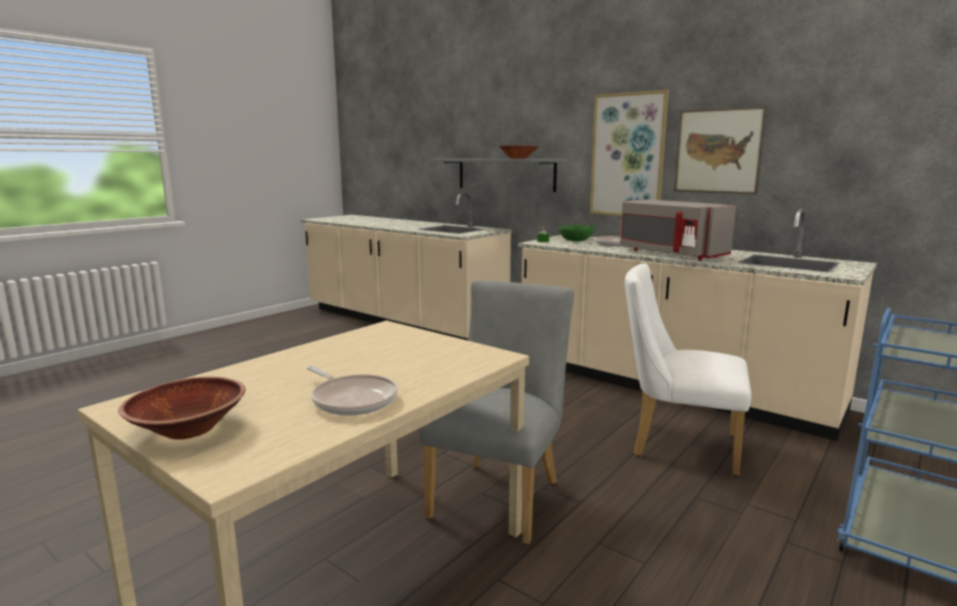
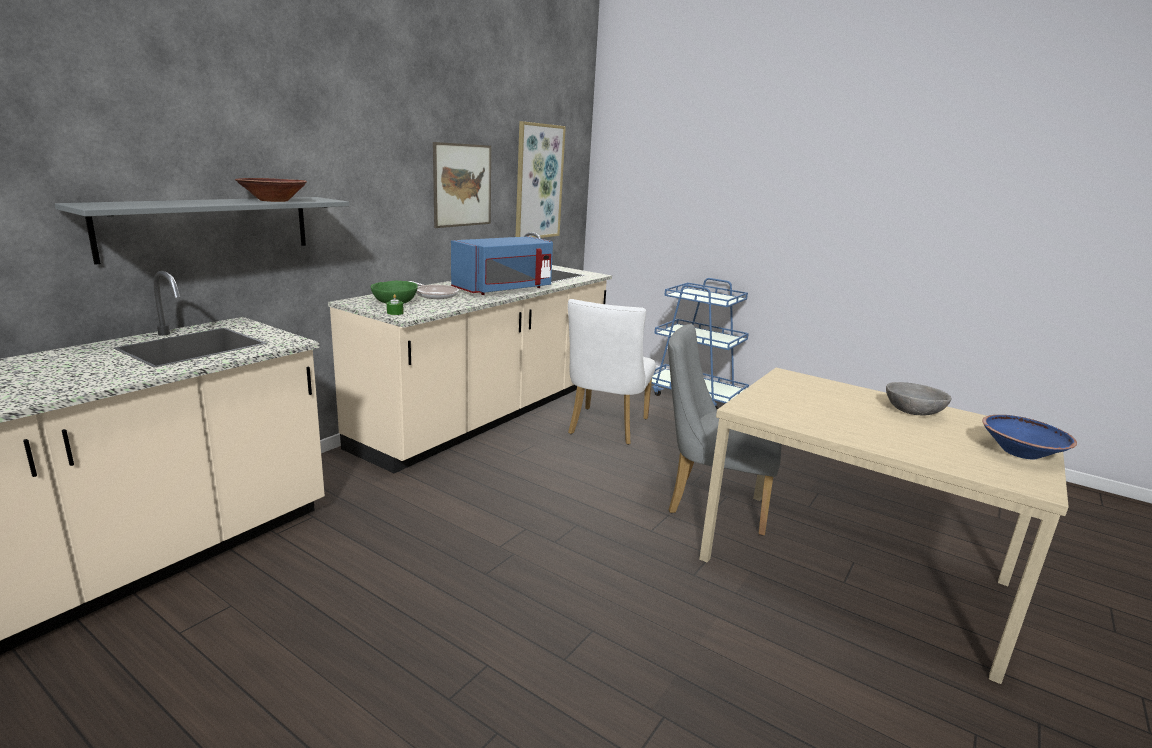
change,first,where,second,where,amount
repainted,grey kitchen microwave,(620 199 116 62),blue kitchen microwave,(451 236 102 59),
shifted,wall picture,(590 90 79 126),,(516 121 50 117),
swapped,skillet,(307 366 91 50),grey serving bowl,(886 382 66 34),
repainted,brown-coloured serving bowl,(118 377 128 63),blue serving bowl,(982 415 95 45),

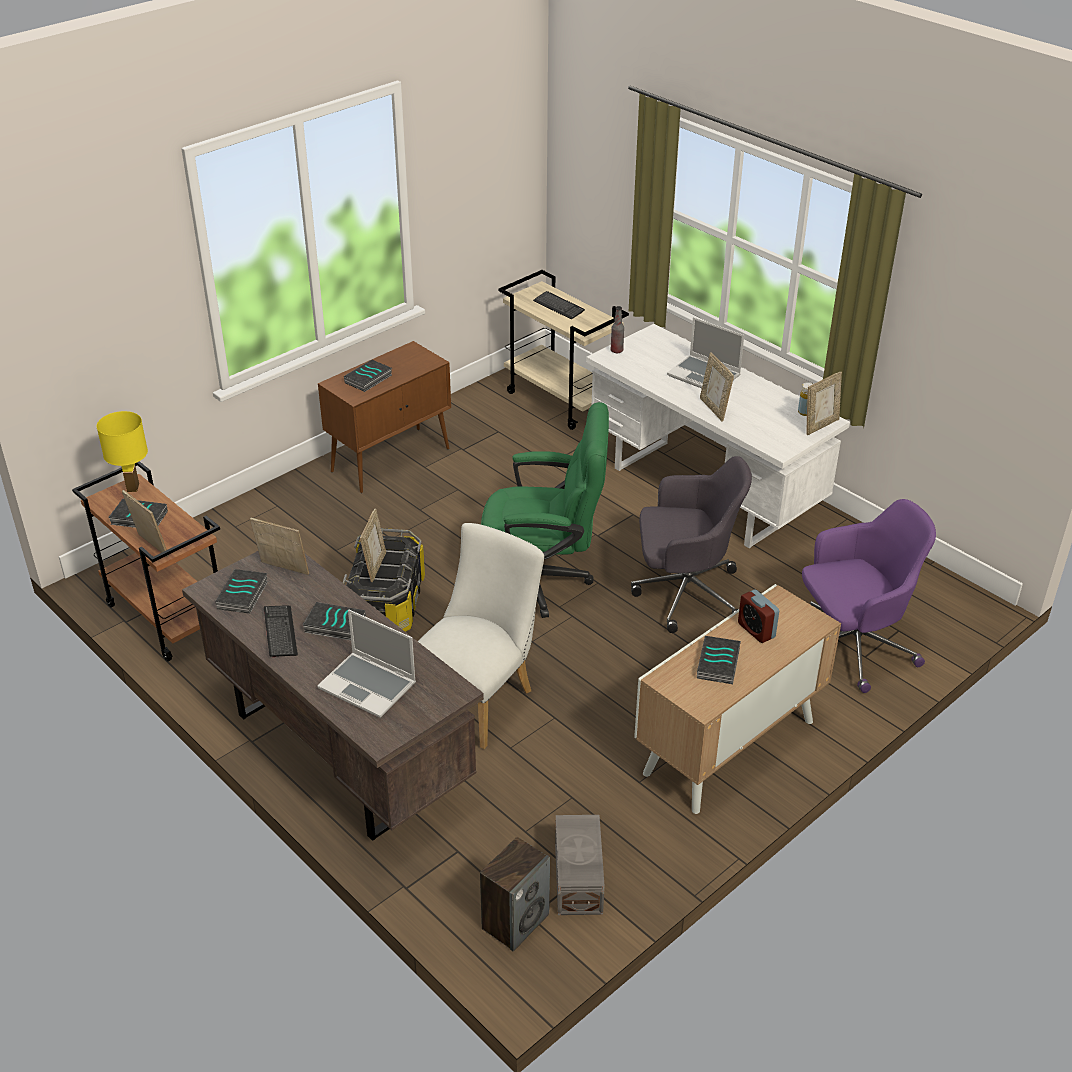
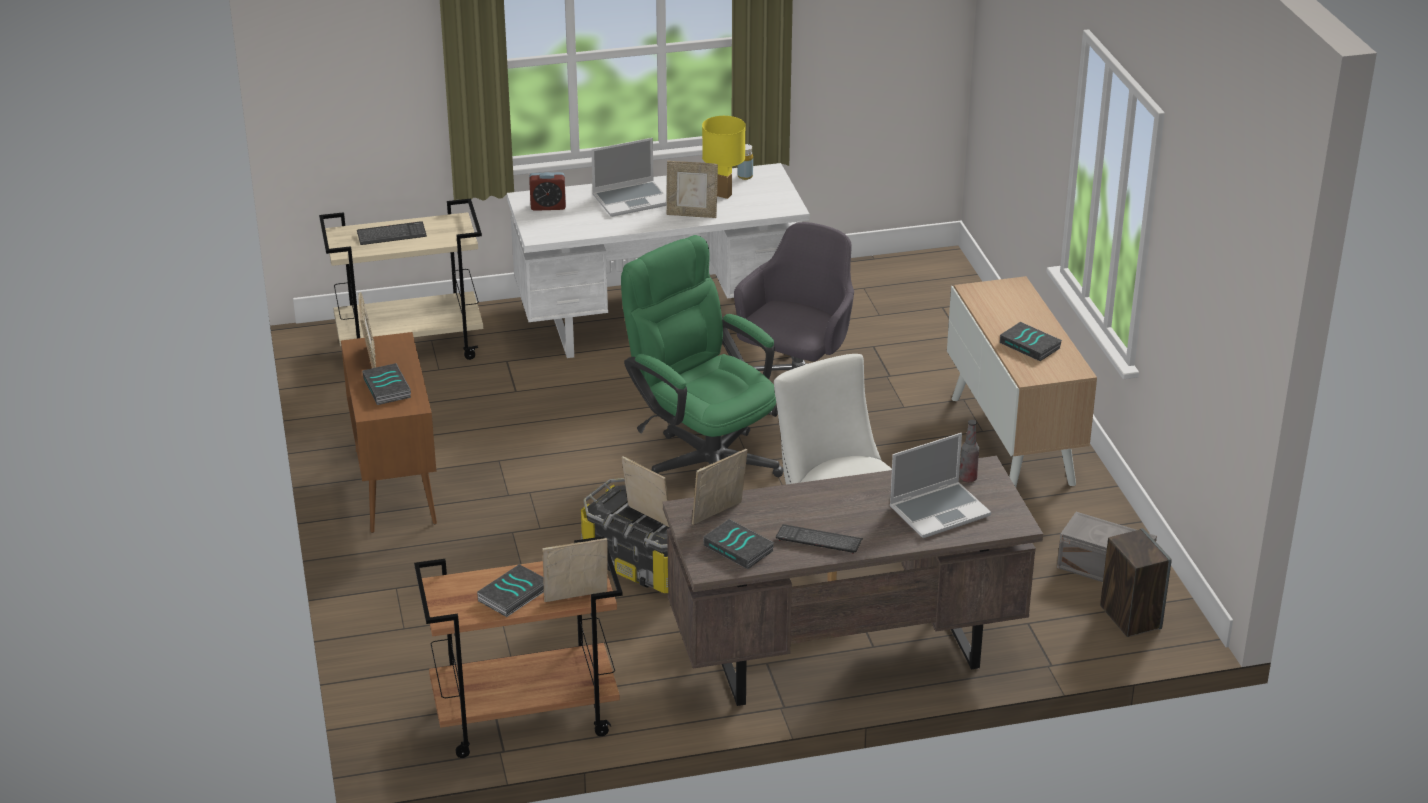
change,first,where,second,where,amount
shifted,standing frame,(806 372 36 63),,(358 292 18 76),
shifted,alarm clock,(738 589 41 54),,(529 172 37 39),
rotated,green-coloured desk chair,(481 402 128 216),,(621 235 163 242),75 degrees counterclockwise
shifted,yellowish tabletop lamp,(96 411 52 81),,(702 116 44 83),
shifted,bottle,(611 306 13 47),,(959 420 20 62),
gone,bound book,(302 602 64 38),,,
gone,purple-coloured desk chair,(802 499 134 194),,,

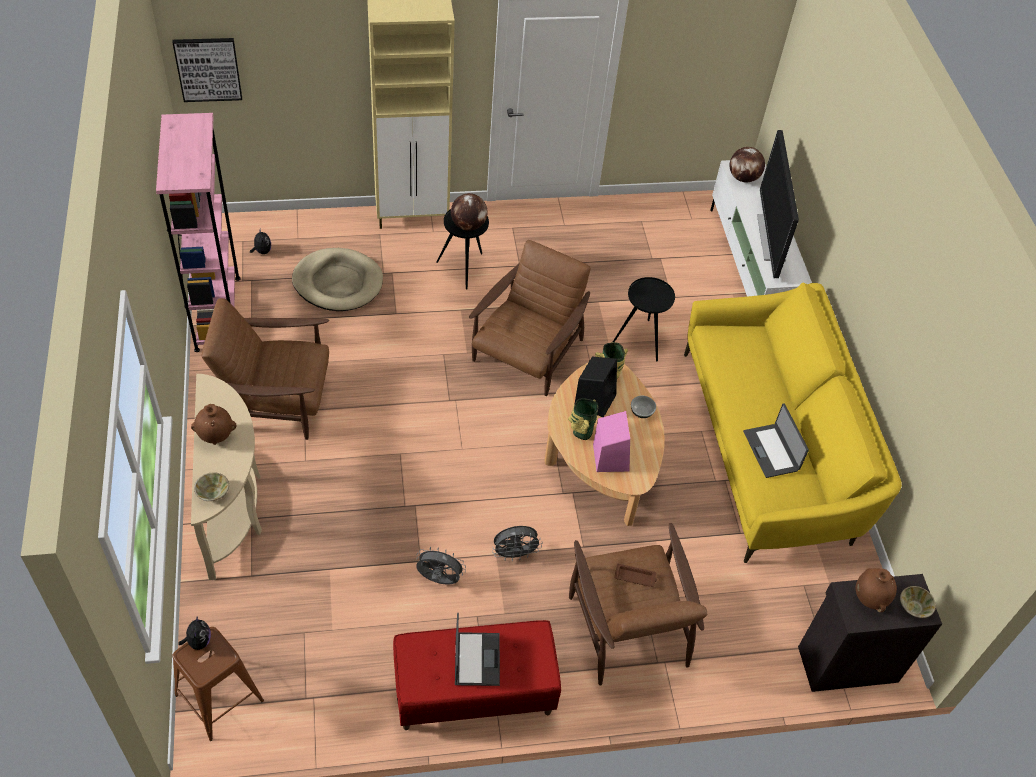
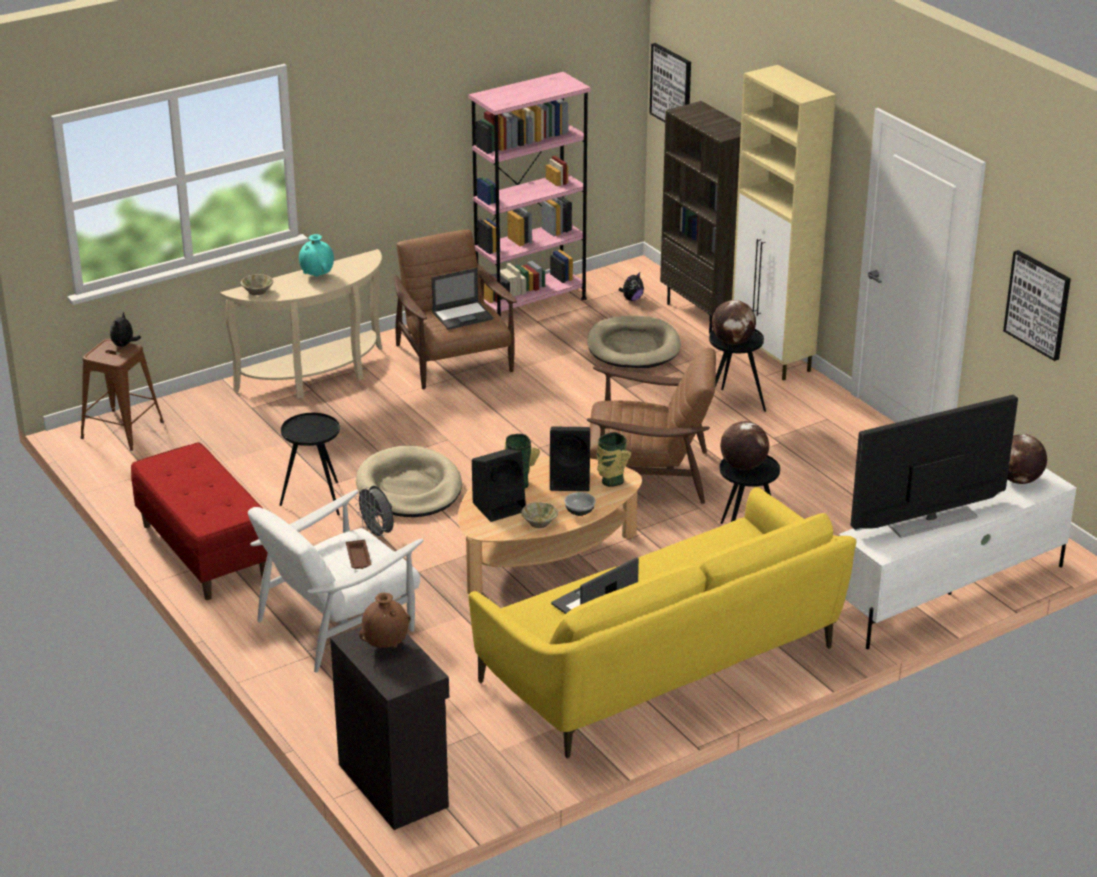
change,first,where,second,where,amount
rotated,soft toy,(178 615 33 35),,(110 312 31 35),135 degrees clockwise
repainted,brown-coloured lounge chair,(569 523 139 162),white lounge chair,(248 490 175 183),
swapped,grey cooling fan,(416 547 50 37),black-coloured end table,(280 413 60 103),
repainted,brown-coloured decorative vase,(191 404 45 41),turquoise decorative vase,(299 234 35 43),
new,,,beige-coloured pet bed,(356 446 106 71),
shifted,portable computer,(455 612 45 74),,(431 268 63 62),
repainted,pinkish speaker,(593 411 37 61),black-coloured speaker,(472 449 54 73),
shifted,beige-coloured serving bowl,(900 586 36 32),,(521 502 37 26),
new,,,brown-coloured shelving unit,(660 101 81 232),
new,,,globe,(720 421 49 49),
new,,,wall picture,(1003 250 68 111),

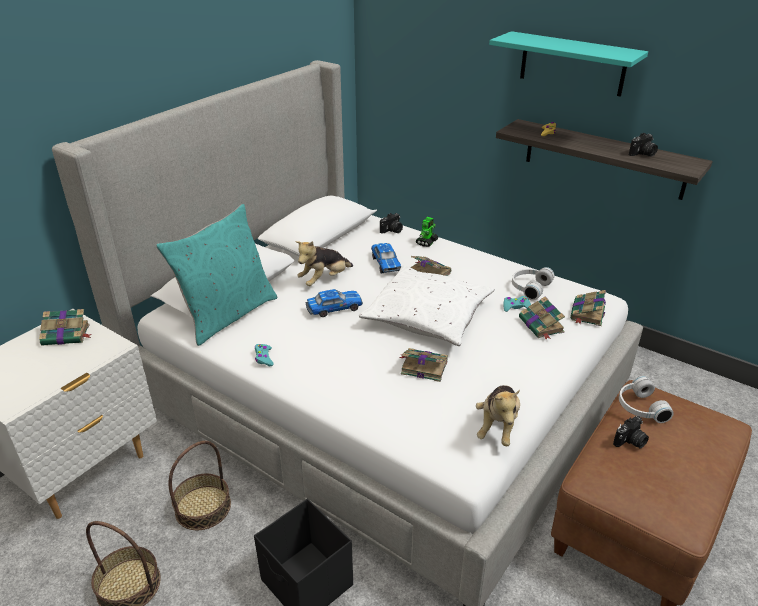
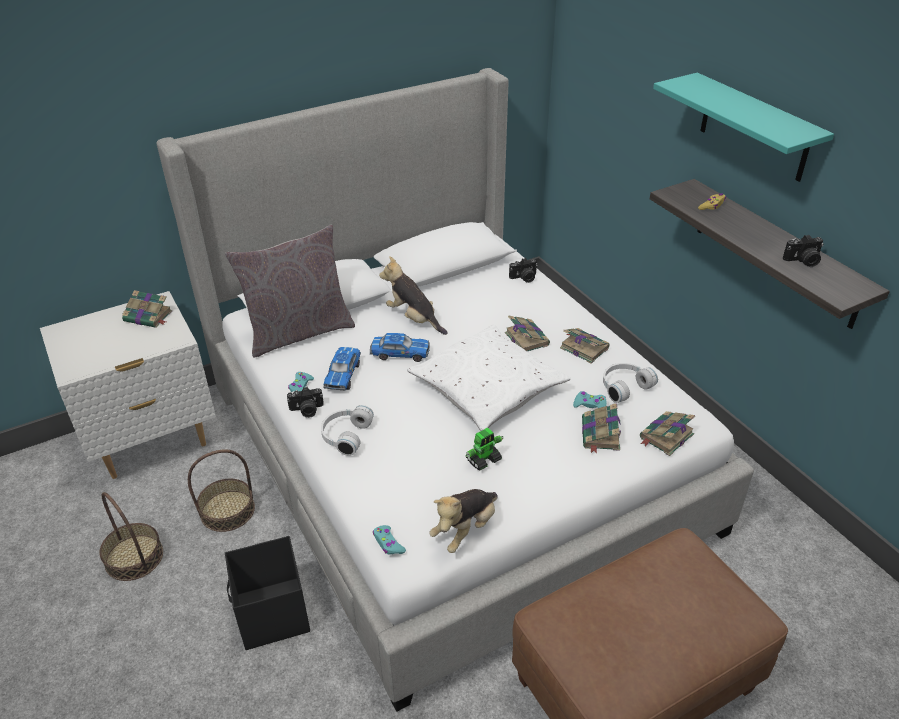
change,first,where,second,where,amount
repainted,turquoise cushion,(156 204 121 142),grey cushion,(225 225 130 133),
shifted,still camera,(613 416 36 33),,(287 387 37 31),
shifted,white headphones,(619 376 55 47),,(321 405 53 51),
shifted,toy car,(371 243 30 31),,(323 347 38 44),
new,,,turquoise joypad,(373 525 33 30),
rotated,soft toy,(295 241 58 45),,(379 256 68 79),60 degrees clockwise
shifted,toy robot,(416 217 22 30),,(465 428 39 42),
shifted,bound book,(399 348 49 34),,(560 328 50 36),

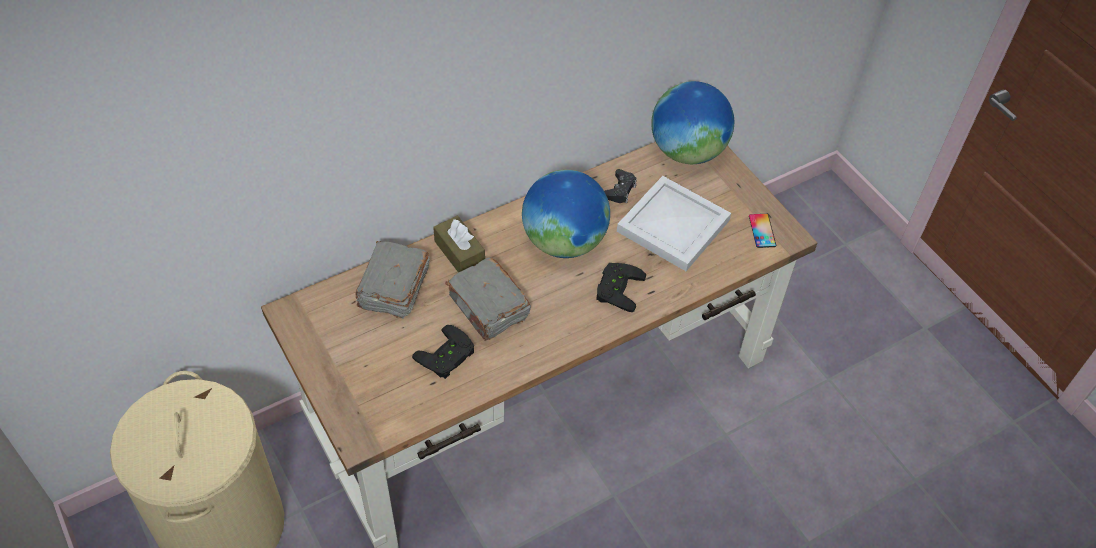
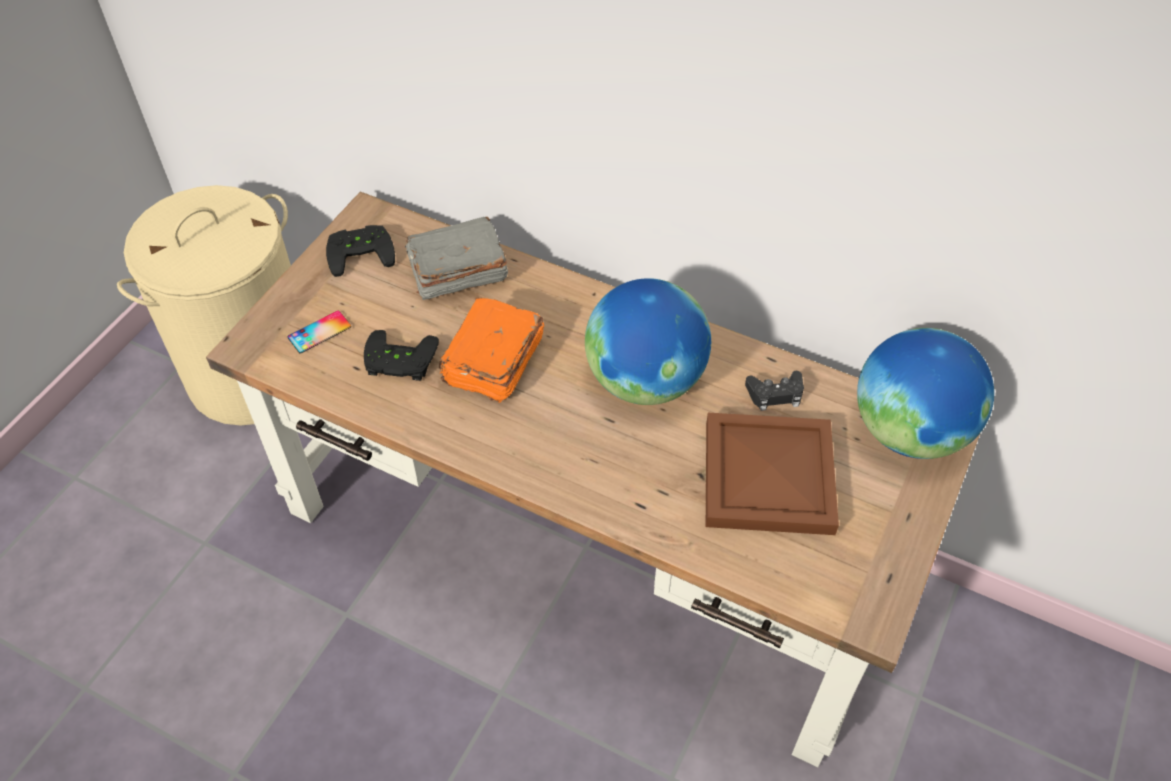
change,first,where,second,where,amount
shifted,handset,(749 214 27 34),,(287 310 64 43),
shifted,black-coloured joypad,(596 263 50 49),,(326 225 69 52),
repainted,grey bound book,(445 258 86 83),orangey bound book,(439 297 105 106),
repainted,white tray,(617 176 114 95),brown-coloured tray,(706 413 133 122),
gone,brown-coloured box of tissues,(433 216 52 56),,,

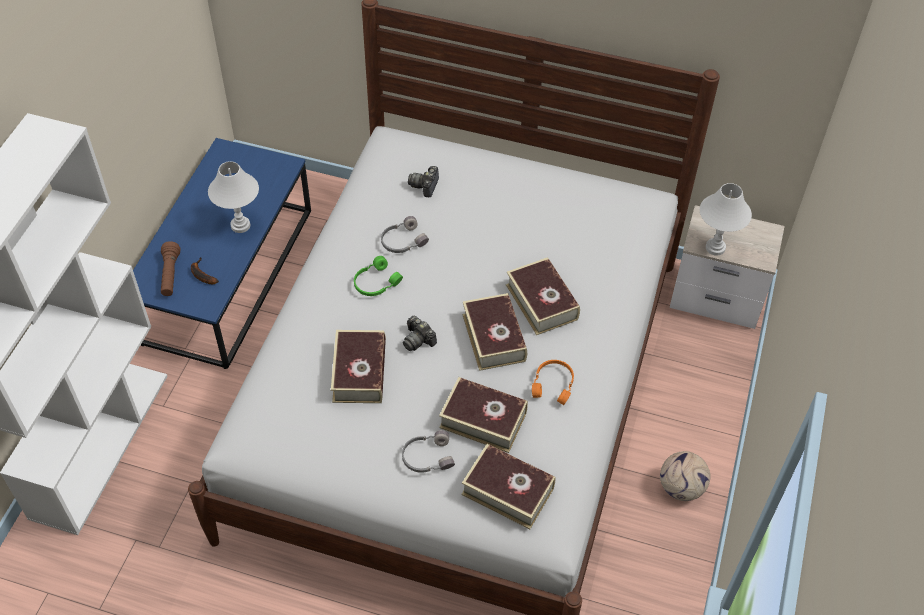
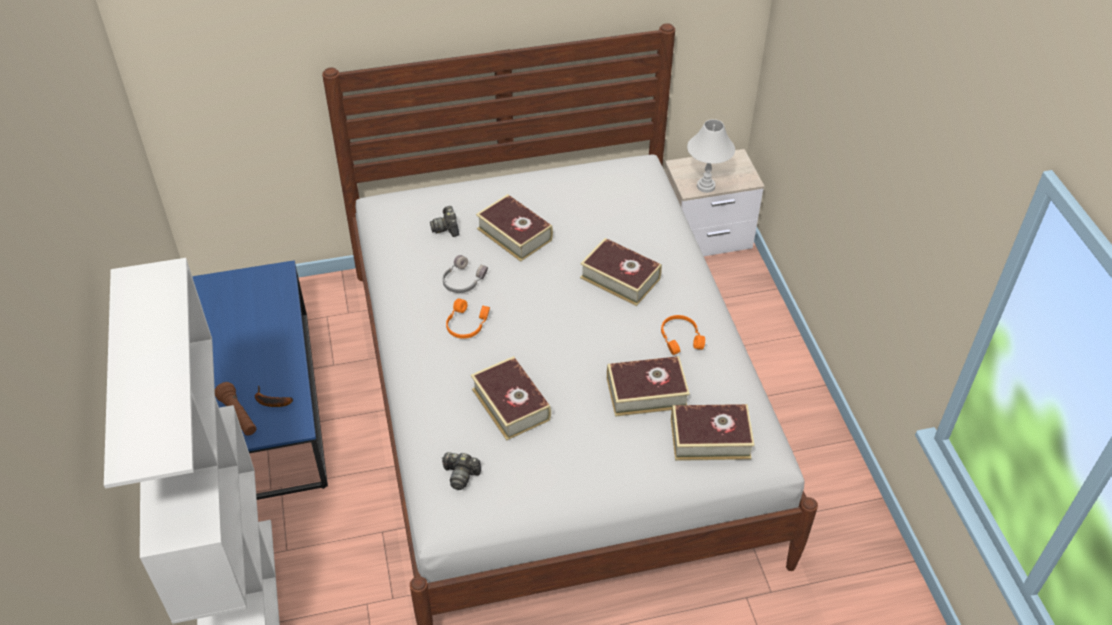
change,first,where,second,where,amount
shifted,still camera,(403 316 34 35),,(442 452 39 38),
repainted,green-coloured headphones,(354 256 49 40),orangey headphones,(446 298 44 41),
shifted,bound book,(462 293 65 78),,(476 194 77 68),
gone,white tabletop lamp,(208 161 51 72),,,
gone,grey headphones,(402 430 53 43),,,
gone,football,(660 451 51 50),,,

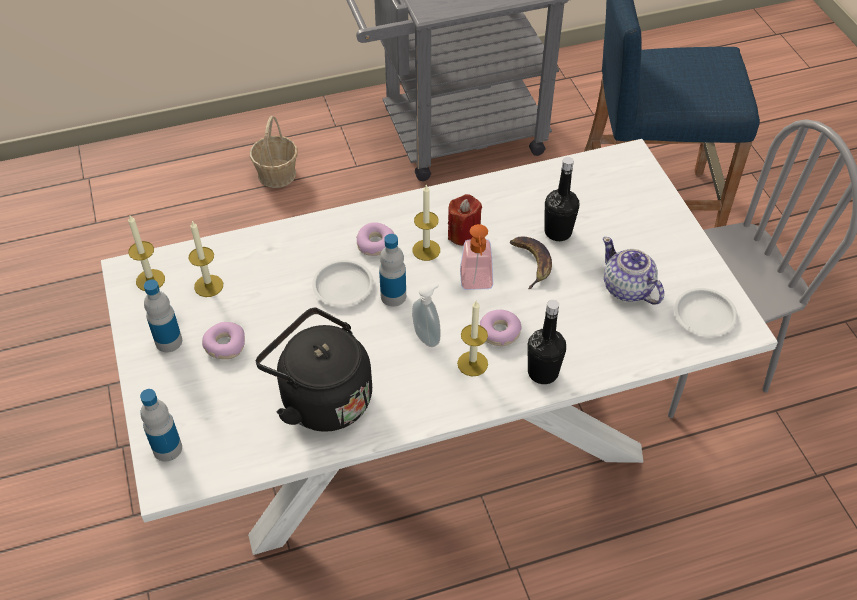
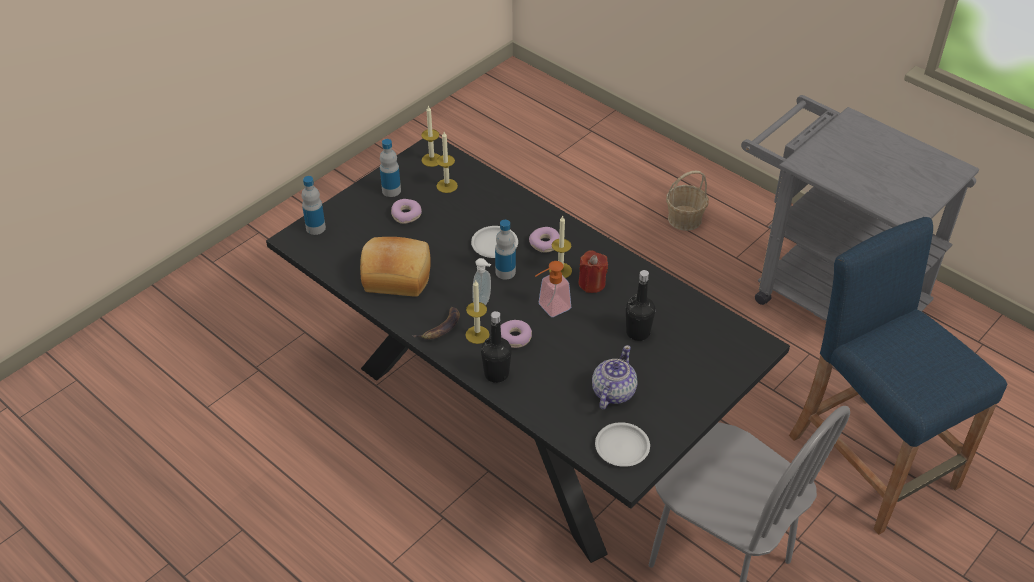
change,first,where,second,where,amount
repainted,white dining table,(101 139 677 416),black-coloured dining table,(266 137 524 426),
swapped,black-coloured kettle,(256 307 116 125),baked bread,(360 237 71 60),
shifted,banana,(510 237 42 52),,(412 307 48 33),

